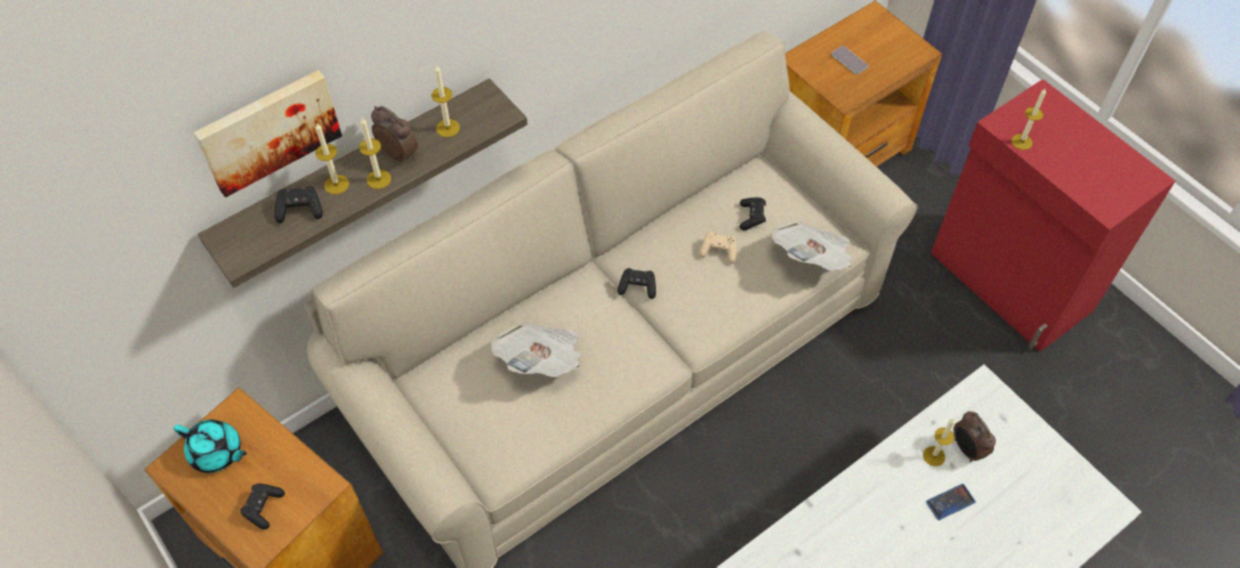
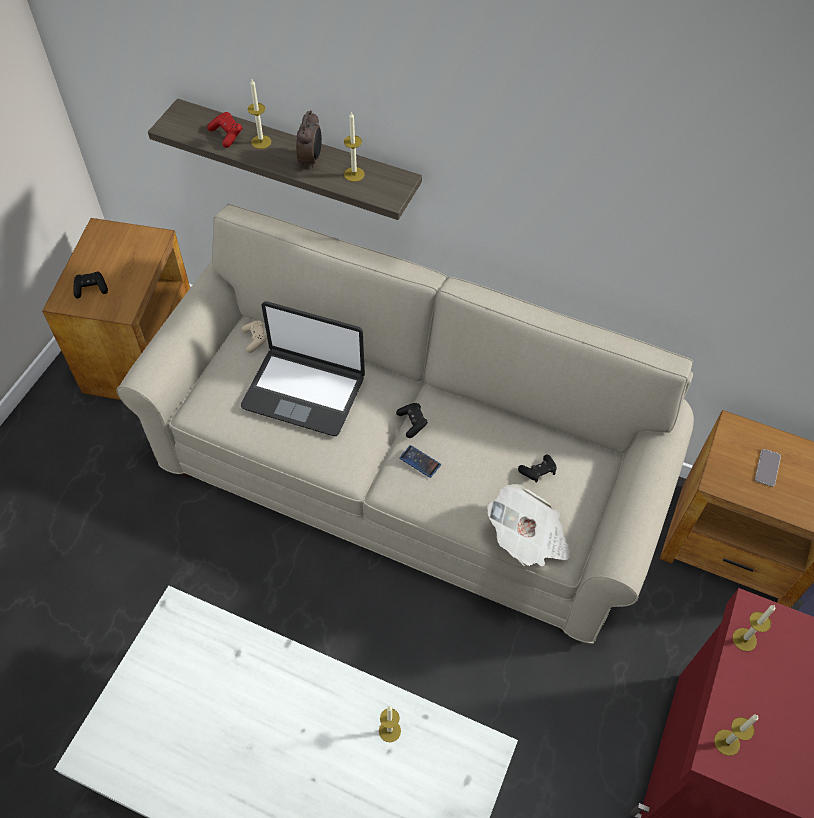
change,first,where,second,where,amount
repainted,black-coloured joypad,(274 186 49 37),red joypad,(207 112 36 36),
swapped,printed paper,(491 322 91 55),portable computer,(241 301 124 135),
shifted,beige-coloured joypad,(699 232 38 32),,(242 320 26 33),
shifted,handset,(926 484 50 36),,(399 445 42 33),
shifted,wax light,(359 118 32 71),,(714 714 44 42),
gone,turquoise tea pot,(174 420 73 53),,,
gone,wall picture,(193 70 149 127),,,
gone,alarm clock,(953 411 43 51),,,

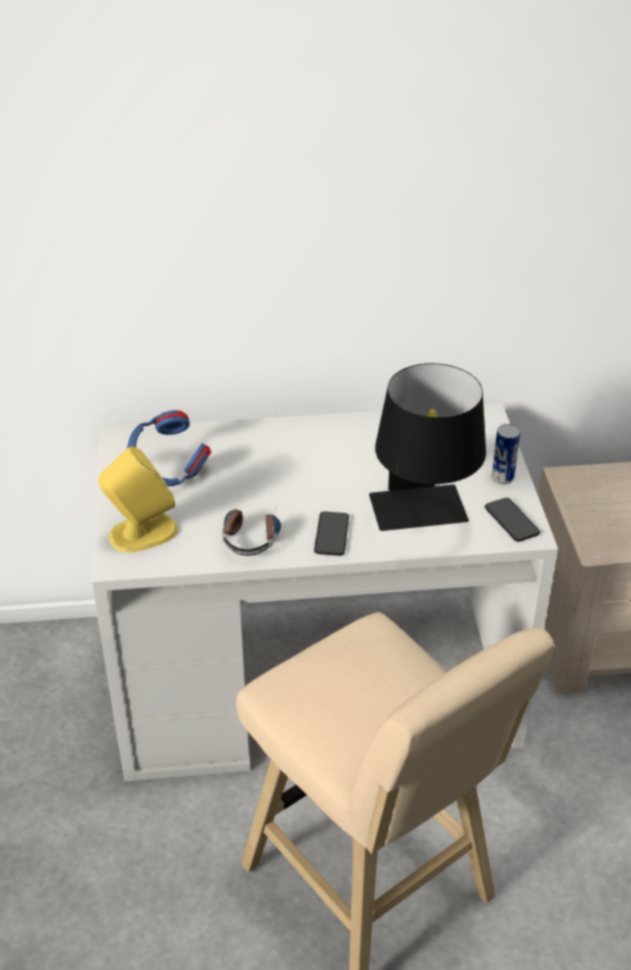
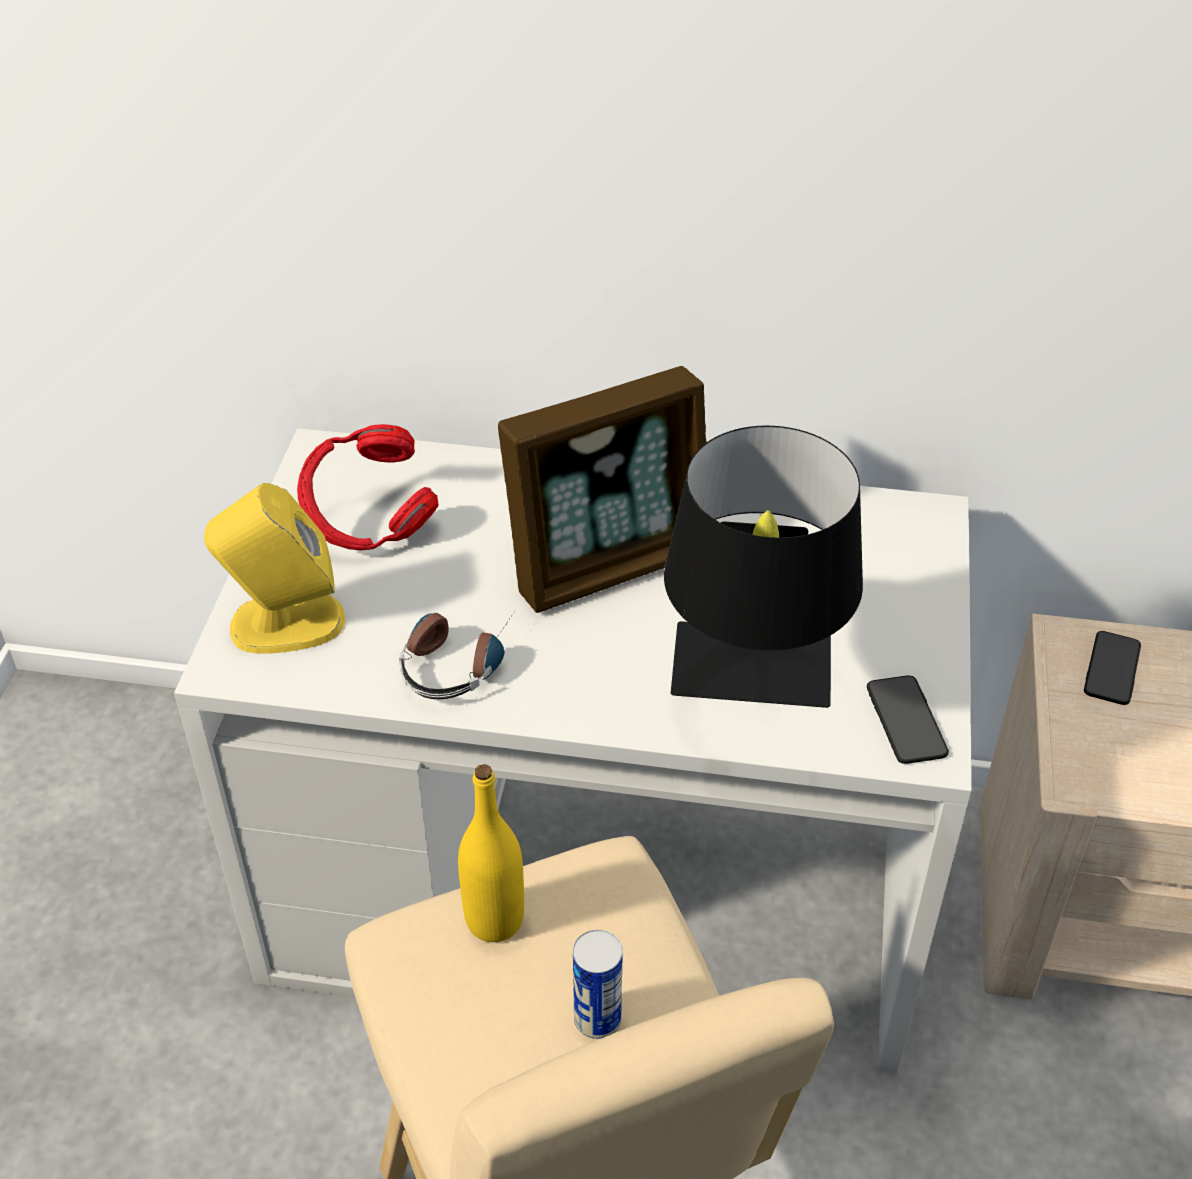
change,first,where,second,where,amount
repainted,blue headphones,(127 410 84 76),red headphones,(297 424 142 126),
new,,,yellowish bottle,(458 764 66 178),
new,,,standing frame,(498 366 208 247),
shifted,metal can,(492 424 28 60),,(573 930 50 109),
shifted,handset,(314 512 35 44),,(1084 631 57 74),

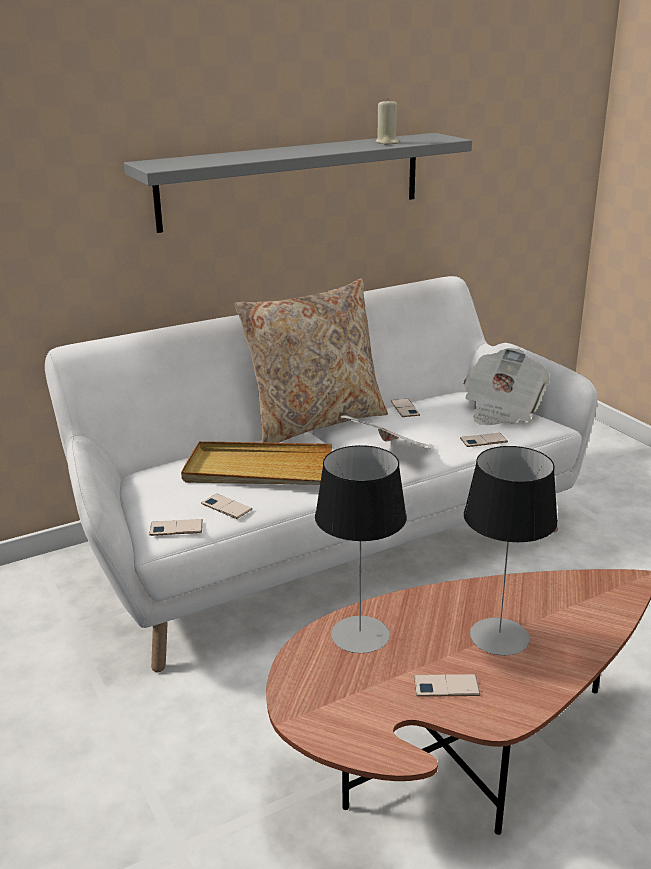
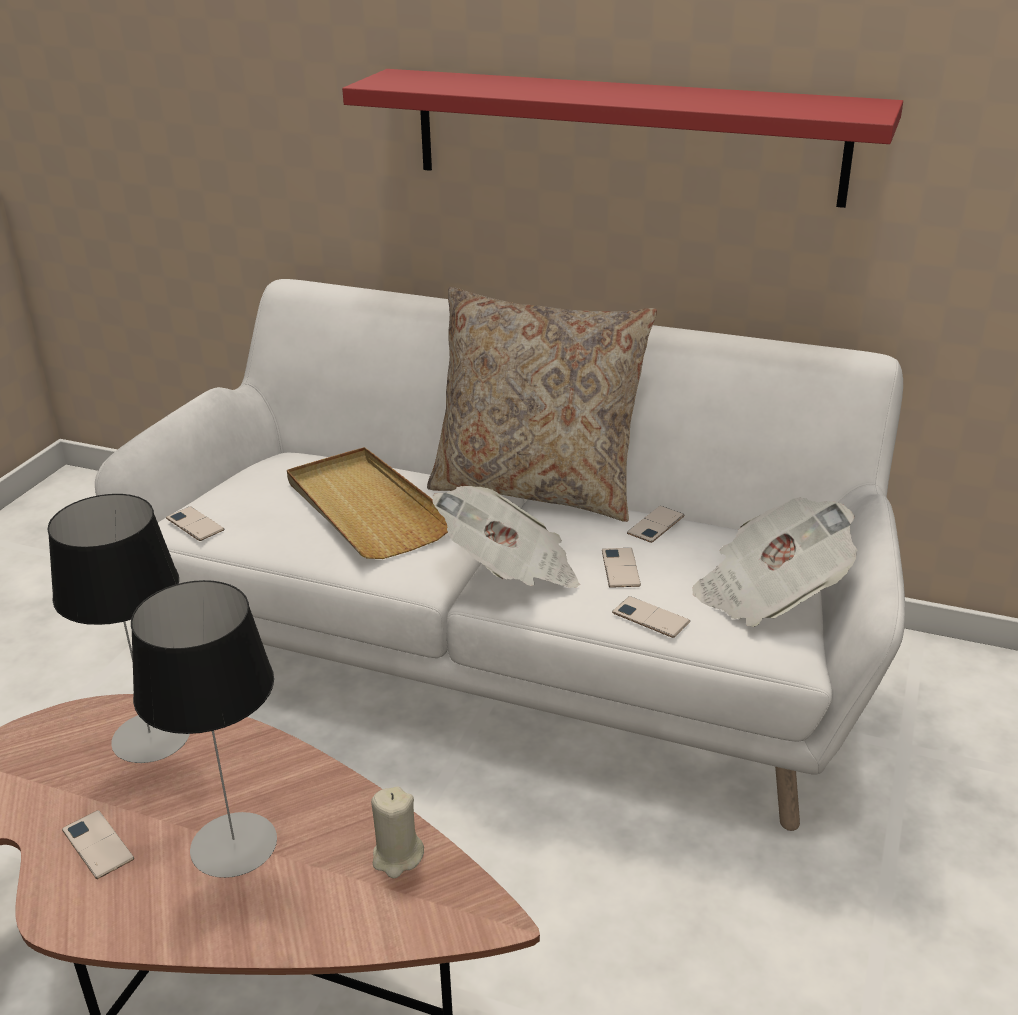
change,first,where,second,where,amount
repainted,grey wall shelf,(124 133 348 100),red wall shelf,(342 69 561 139),
shifted,beige-coloured wax light,(375 98 24 46),,(371 786 53 92),
shifted,handset,(201 494 51 25),,(602 548 39 40),

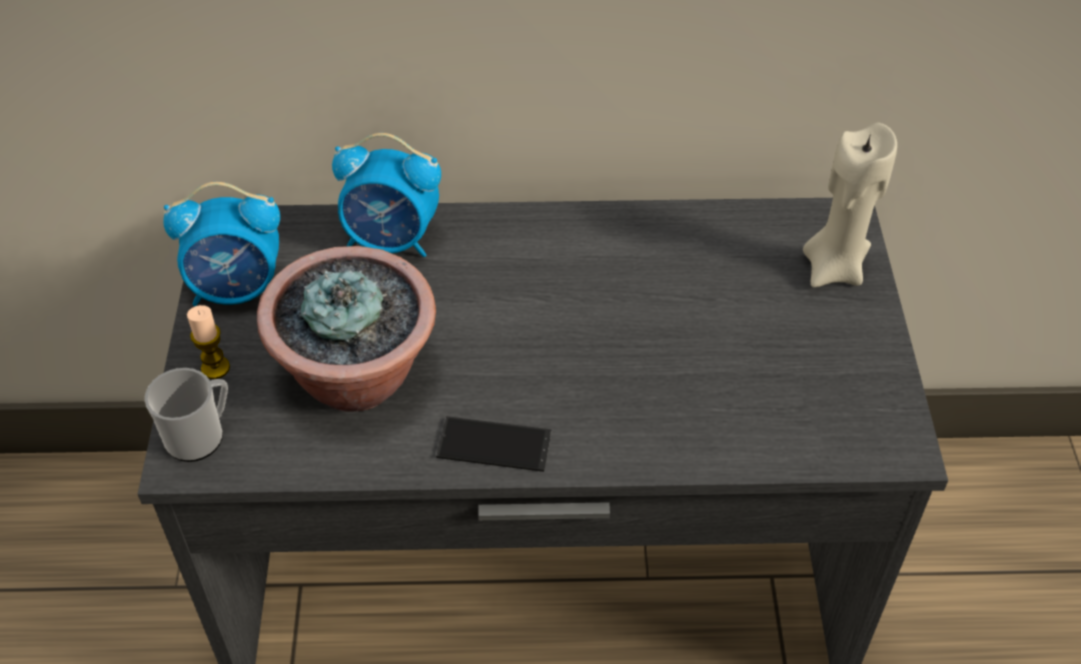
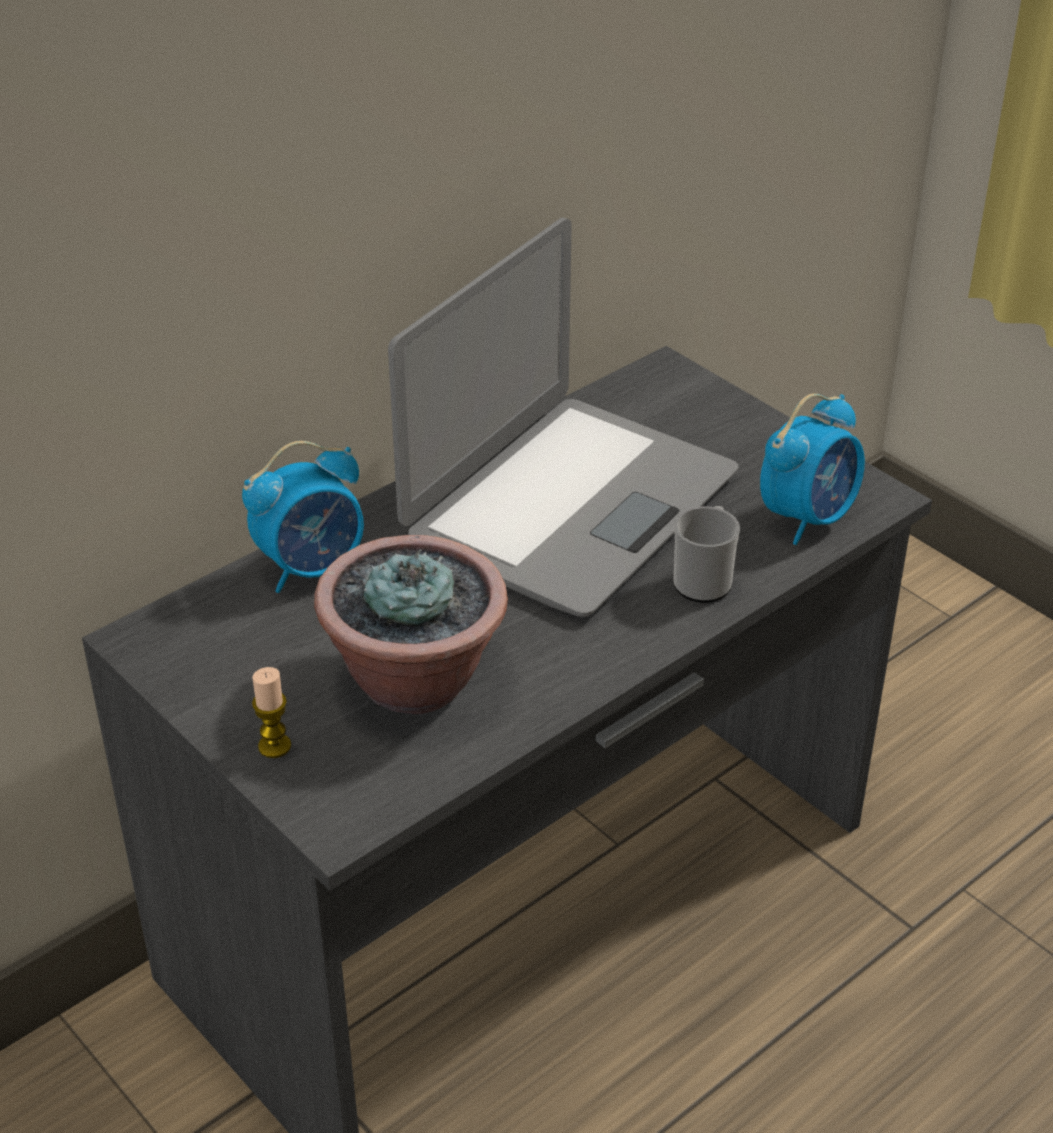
change,first,where,second,where,amount
new,,,portable computer,(388 218 351 399),
shifted,tea mug,(144 368 84 94),,(674 506 66 97),
shifted,alarm clock,(163 182 117 124),,(760 393 105 152),
gone,handset,(436 416 116 56),,,
gone,beige-coloured wax light,(803 123 94 164),,,

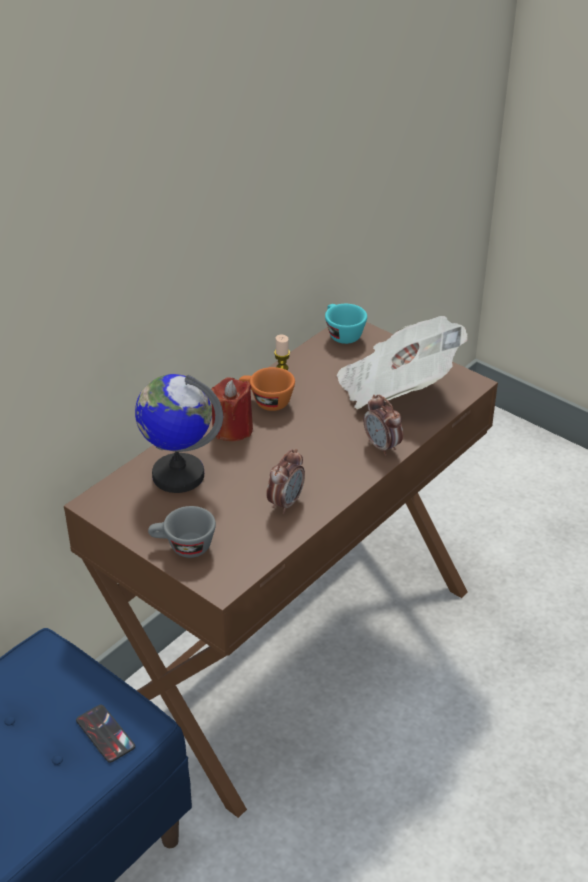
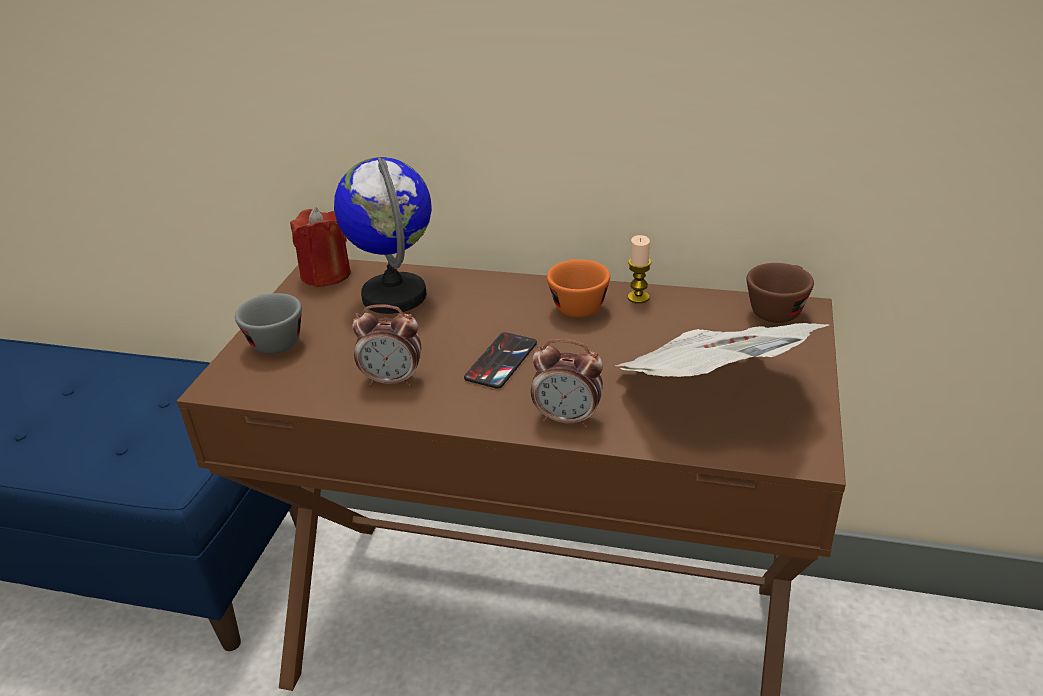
change,first,where,second,where,amount
shifted,red wax light,(211 377 42 64),,(290 207 61 80),
shifted,handset,(76 705 59 58),,(464 332 73 57),
rotated,alarm clock,(364 395 39 61),,(531 339 72 88),105 degrees counterclockwise
repainted,turquoise cup,(325 304 42 40),brown-coloured cup,(746 263 68 60),

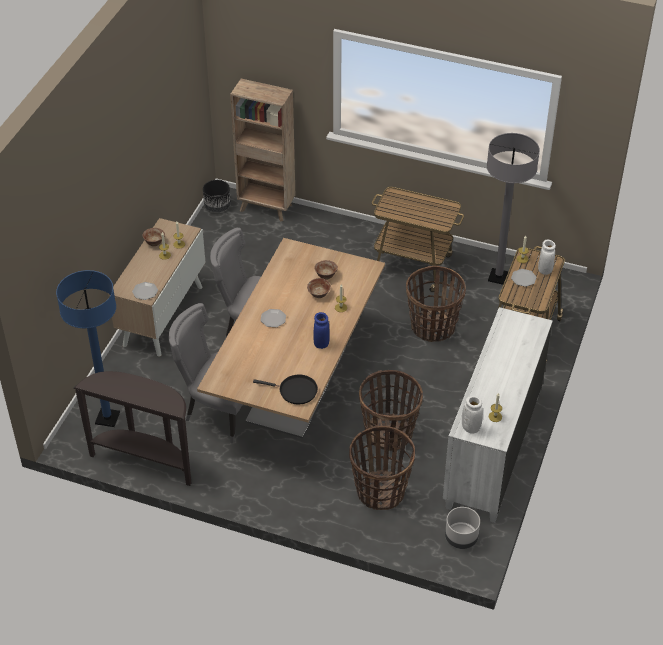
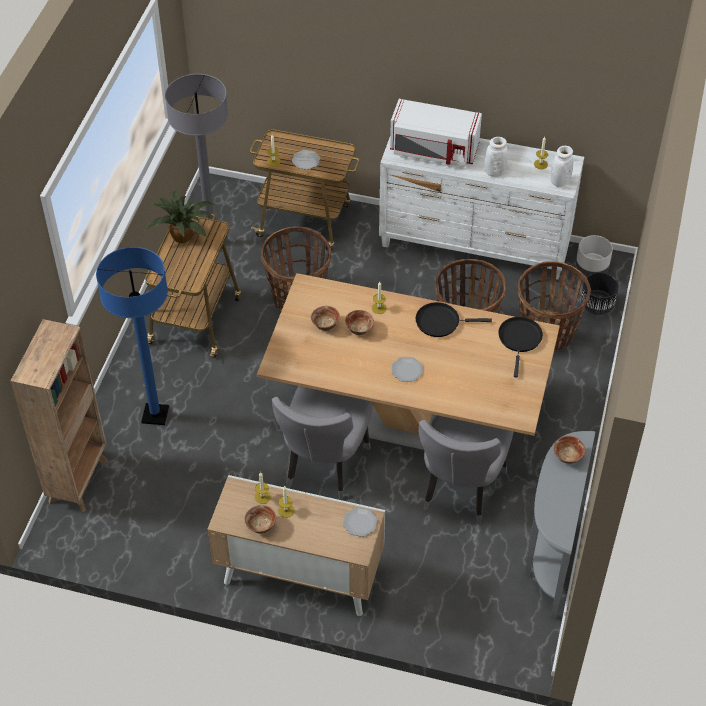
change,first,where,second,where,amount
shifted,blue floor lamp,(56 270 64 157),,(96 247 73 178),
new,,,potted plant,(145 190 68 53),
new,,,white kitchen microwave,(390 99 92 68),
swapped,blue decorative vase,(313 312 17 37),black-coloured skillet,(415 302 77 35),
shifted,white decorative vase,(538 240 18 35),,(484 137 24 40),
repainted,brown-coloured console table,(73 371 118 115),grey console table,(524 431 72 189),
new,,,serving bowl,(553 436 32 28),
shifted,black-coloured plant pot,(203 180 28 32),,(581 272 38 43),

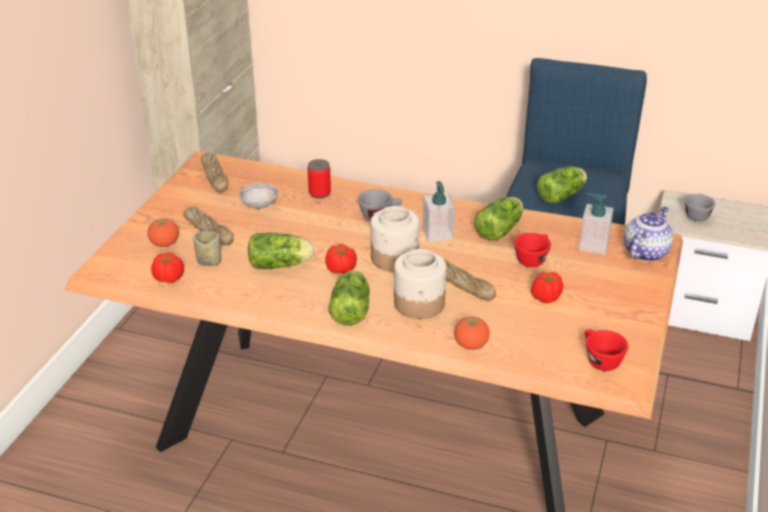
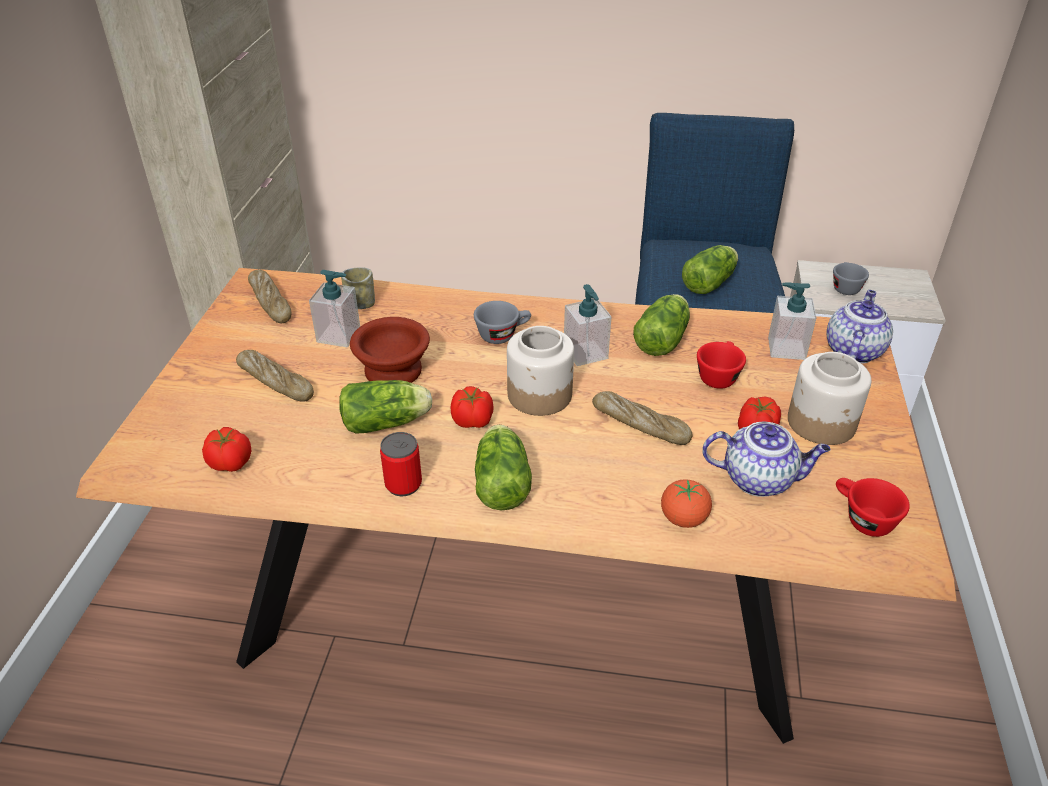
change,first,where,second,where,amount
swapped,grey serving bowl,(239 183 40 26),soap dispenser,(309 270 51 77),
shifted,cup,(193 231 28 35),,(341 267 34 42),
new,,,brown-coloured serving bowl,(350 317 80 66),
shifted,metal can,(308 159 23 40),,(380 432 42 64),
new,,,tea pot,(702 422 129 75),
shifted,preserve jar,(394 249 52 70),,(788 352 83 93),
gone,whole tomato,(147 218 32 29),,,

